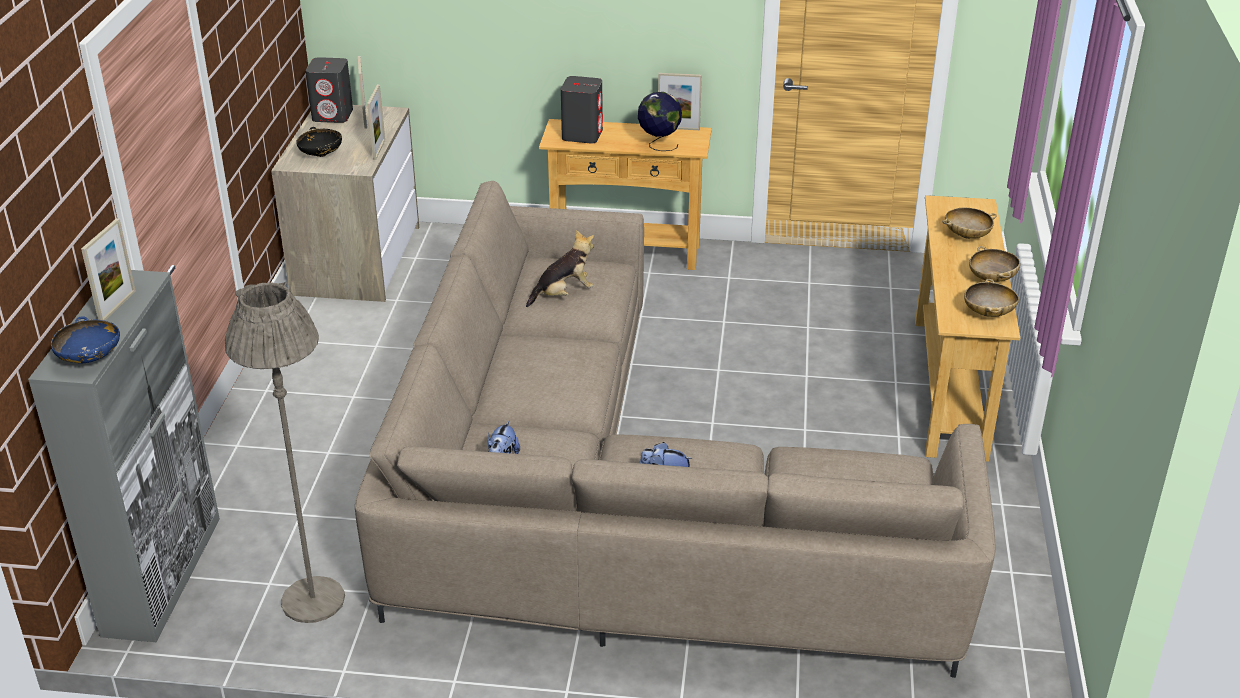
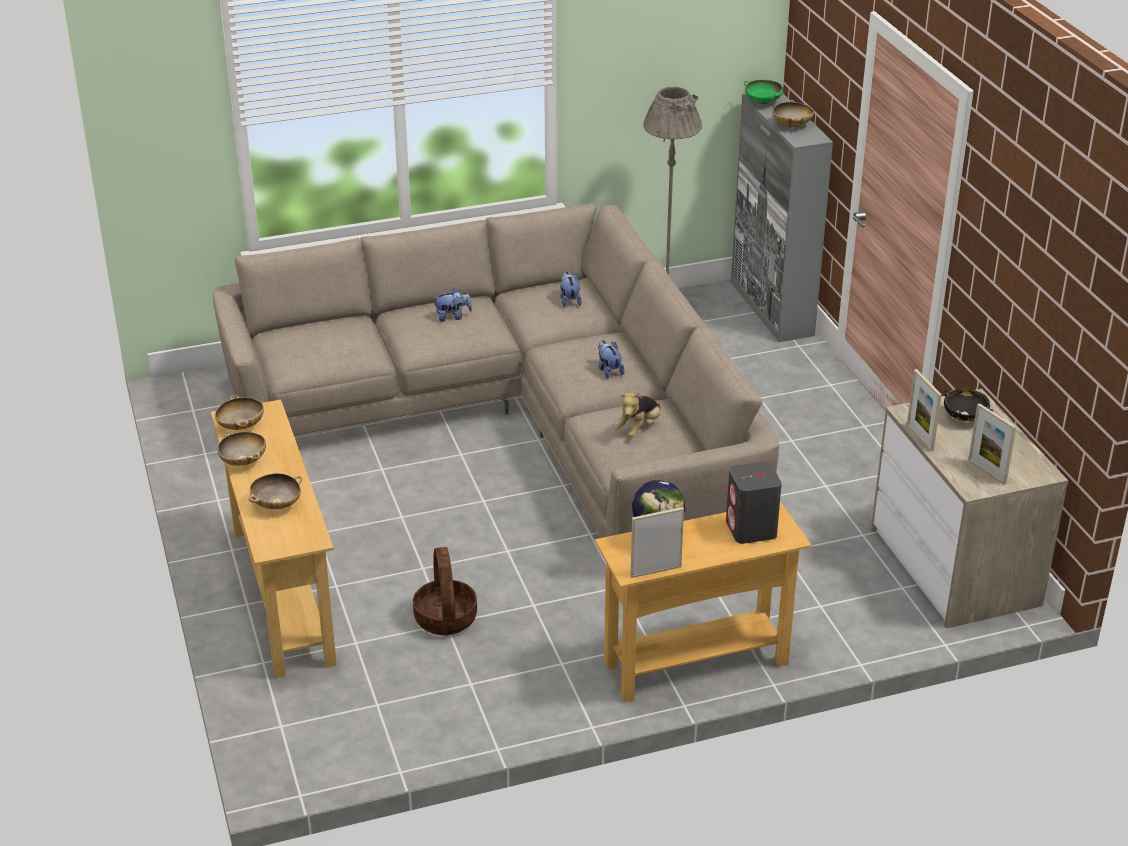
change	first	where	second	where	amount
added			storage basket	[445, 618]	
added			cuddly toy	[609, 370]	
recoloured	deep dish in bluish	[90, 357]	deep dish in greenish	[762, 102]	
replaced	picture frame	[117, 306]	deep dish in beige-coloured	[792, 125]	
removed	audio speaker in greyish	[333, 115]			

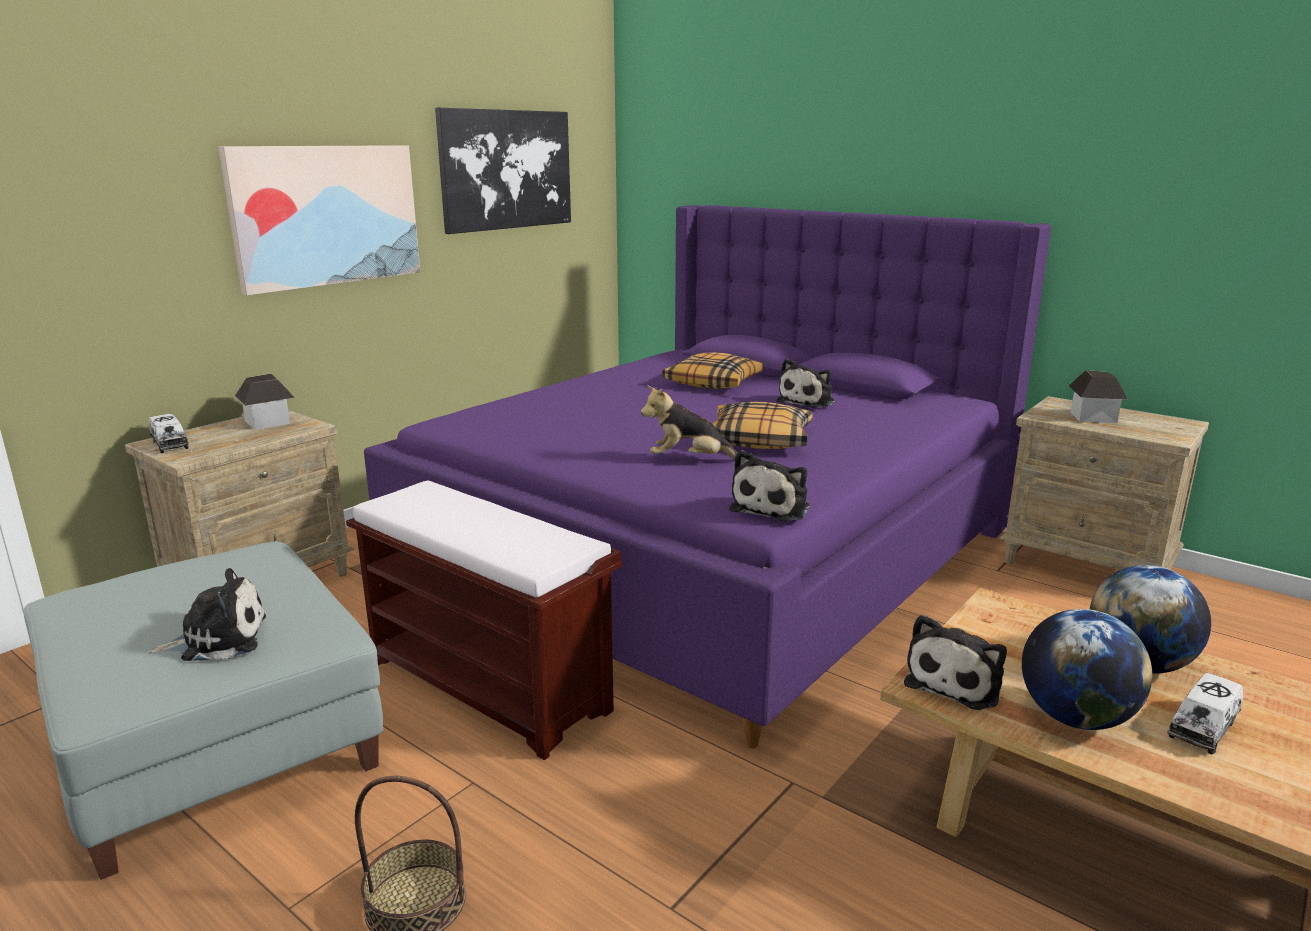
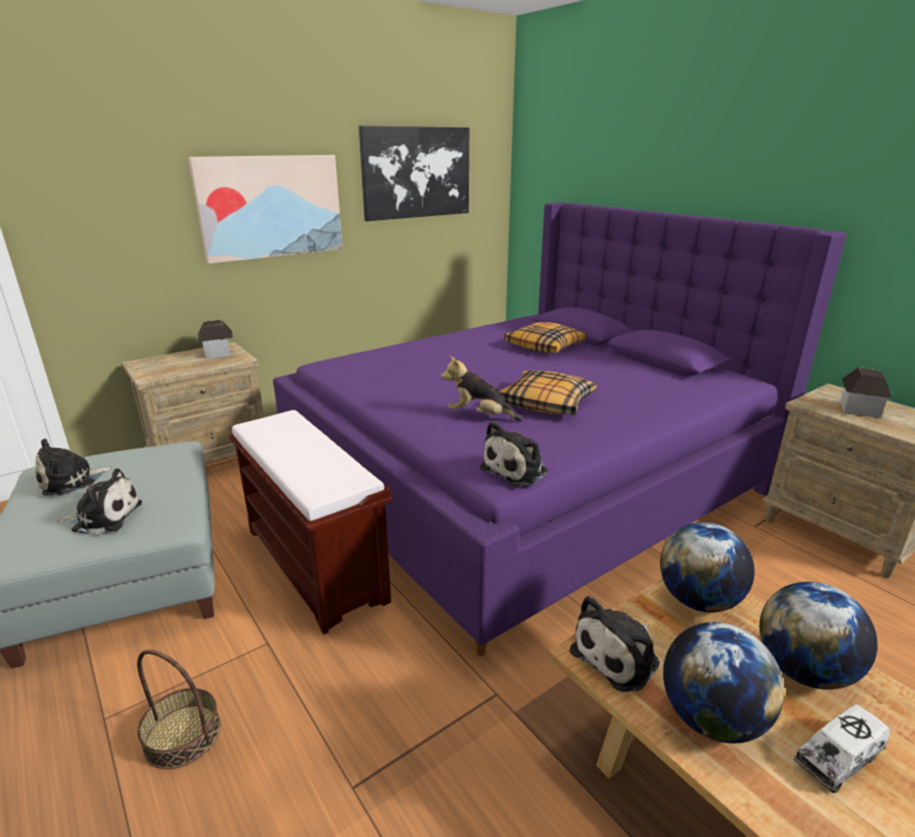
change	first	where	second	where	amount
moved	cuddly toy	[808, 401]		[71, 481]	
added			globe	[698, 600]	
removed	toy truck	[170, 444]			

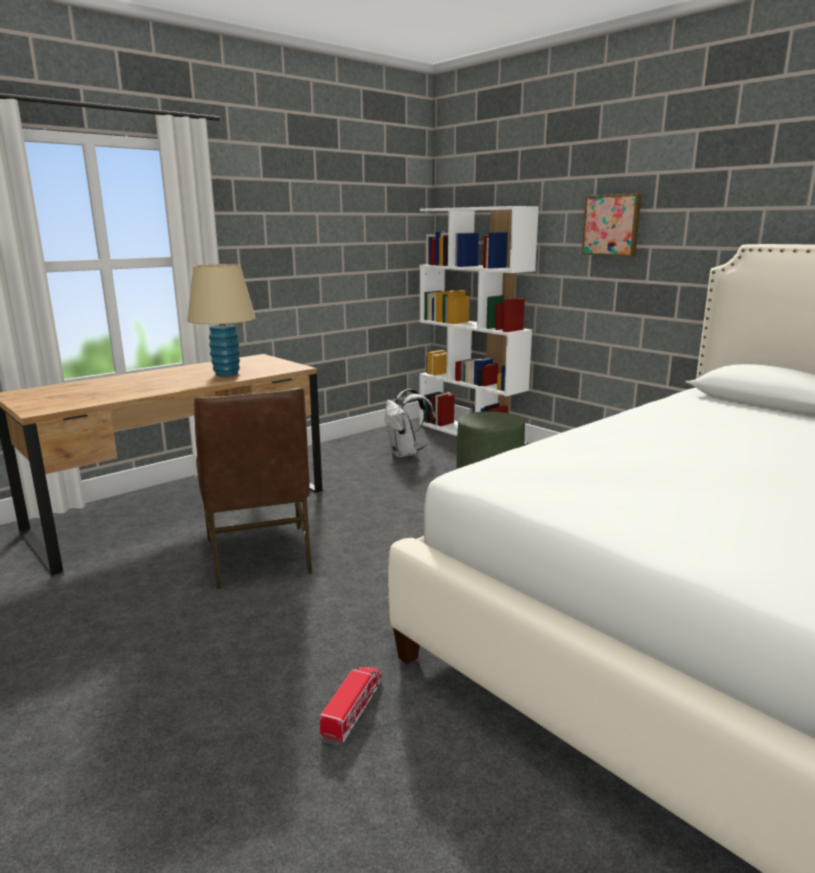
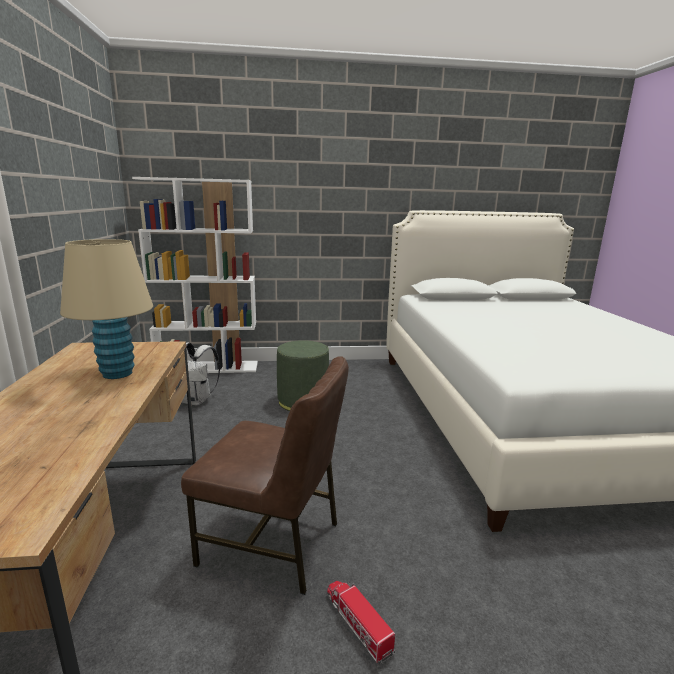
change	first	where	second	where	amount
moved	toy truck	[353, 709]		[357, 623]	
removed	picture	[612, 225]			

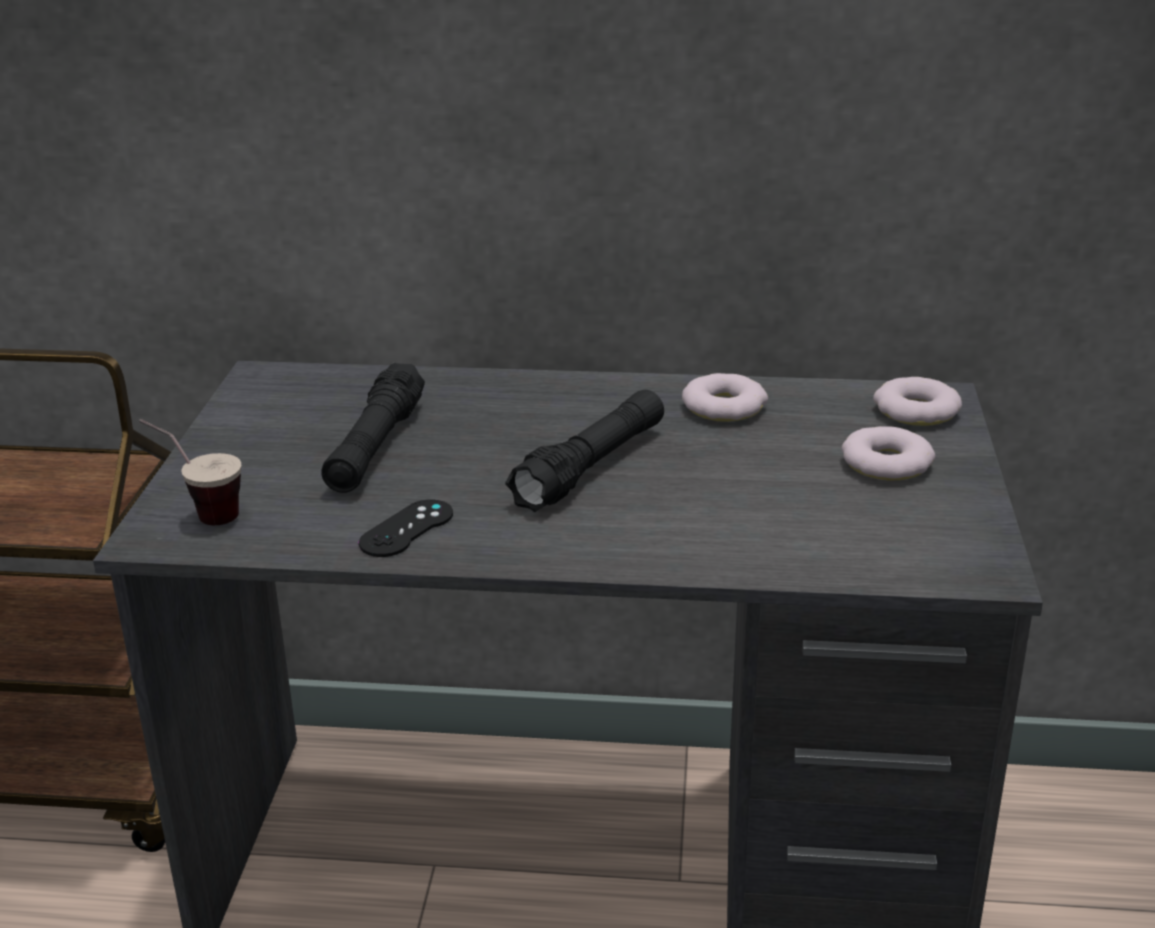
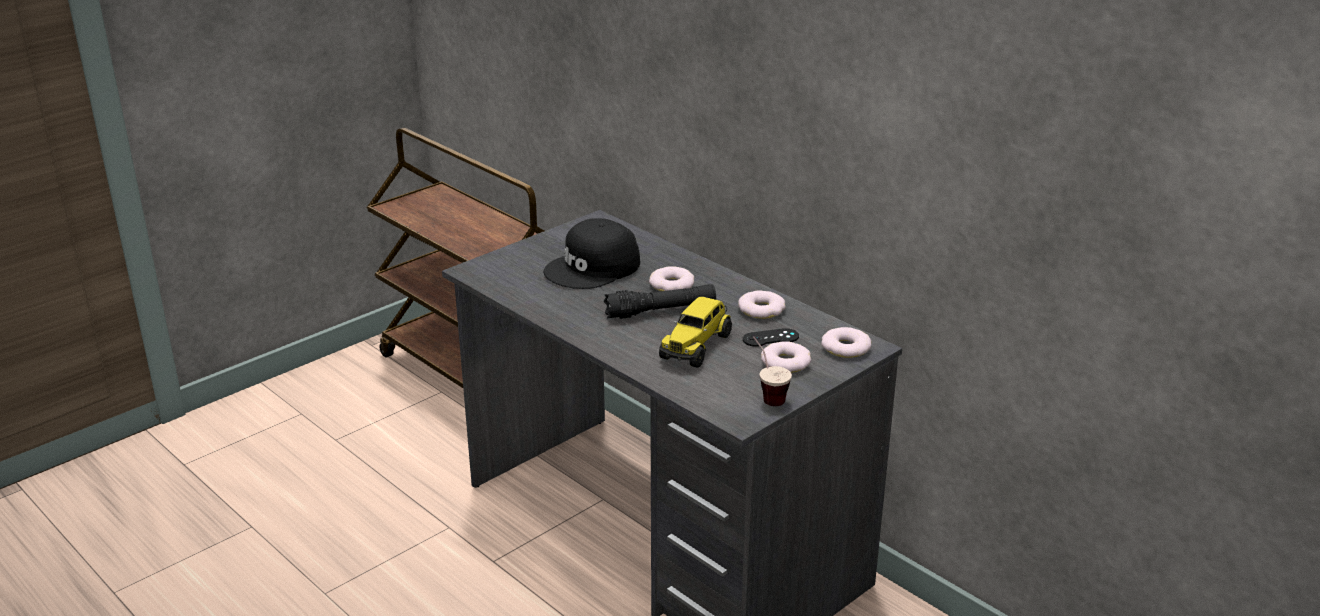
change	first	where	second	where	amount
replaced	hand torch in black-coloured	[375, 447]	baseball cap in black-coloured	[593, 268]	
added			doughnut	[672, 285]	
added			toy truck	[696, 346]	
moved	joypad in black-coloured	[407, 529]		[770, 338]	
moved	cup	[198, 512]		[767, 395]	

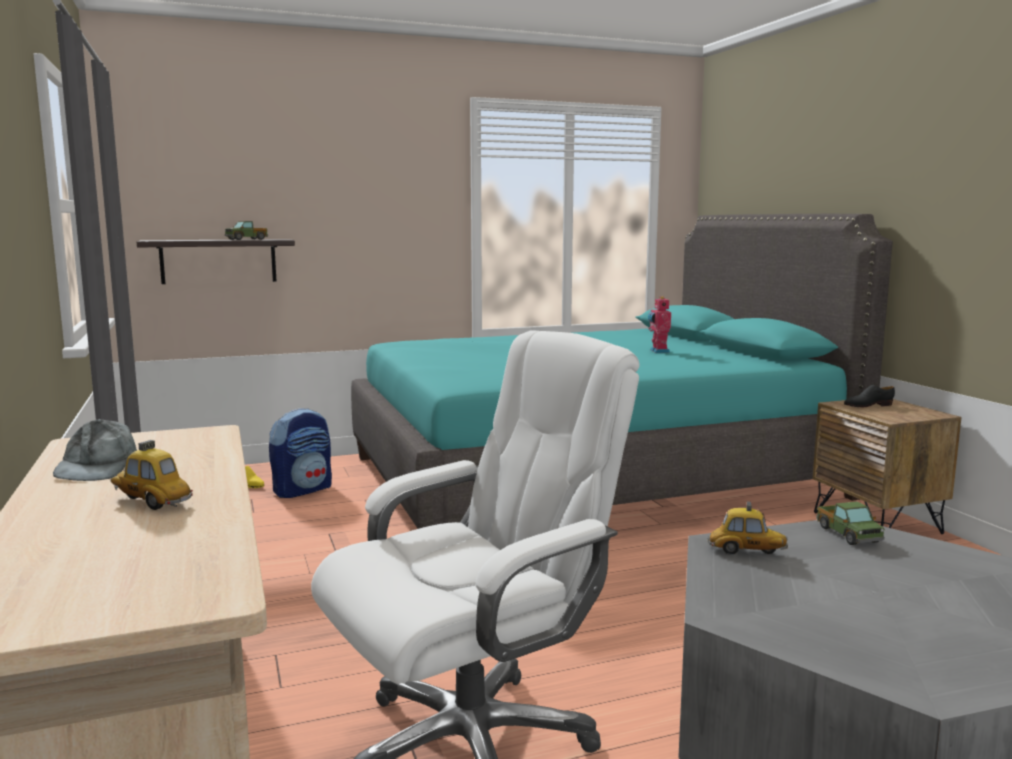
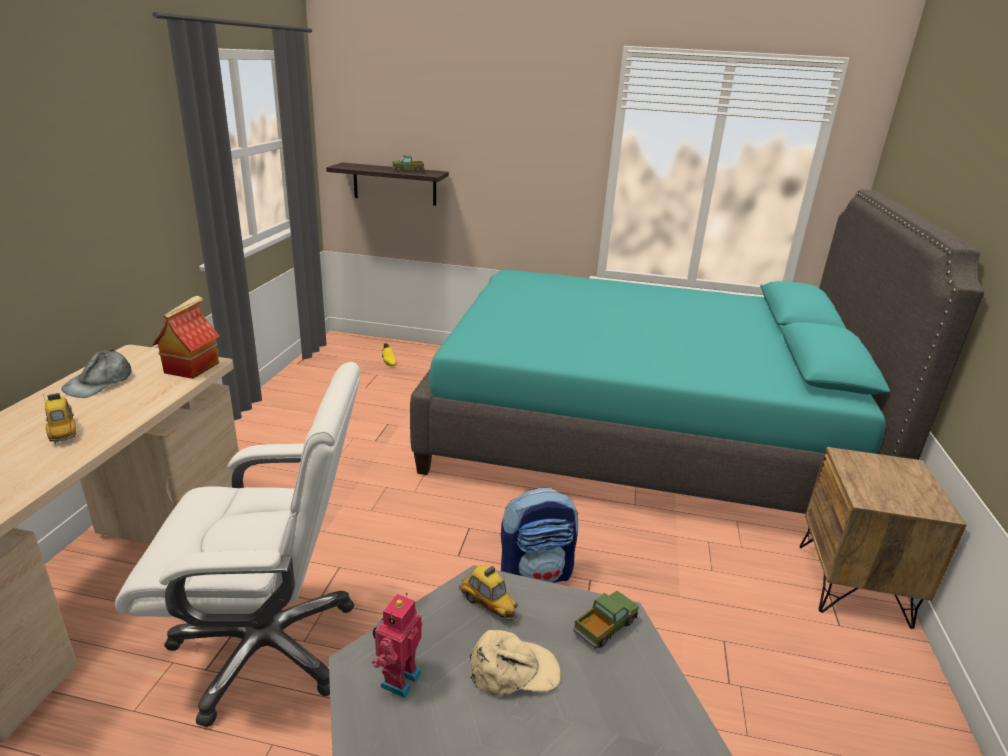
change	first	where	second	where	amount
added			miniature house	[191, 367]	
moved	robot figure	[658, 351]		[398, 678]	
added			baseball cap in beige-coloured	[514, 670]	
moved	backpack	[303, 490]		[536, 574]	
turned	toy truck	[848, 535]		[605, 627]	150 degrees counterclockwise
removed	shoe in black-coloured	[868, 405]			

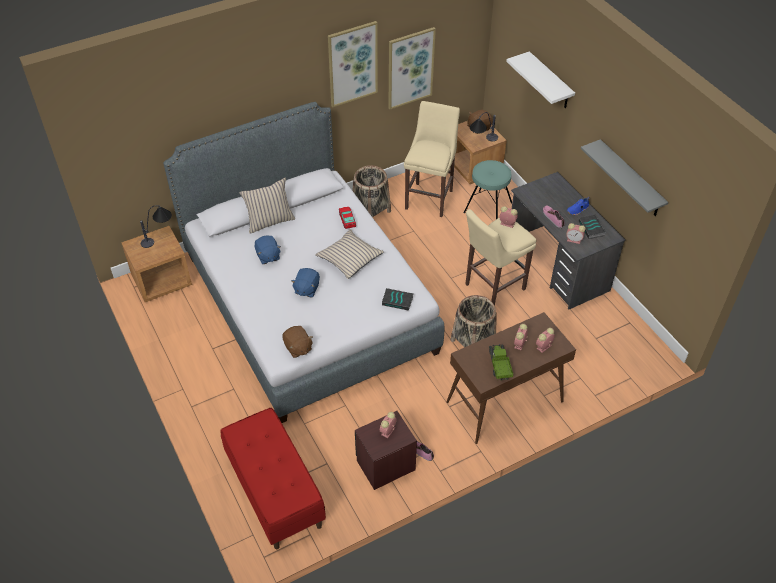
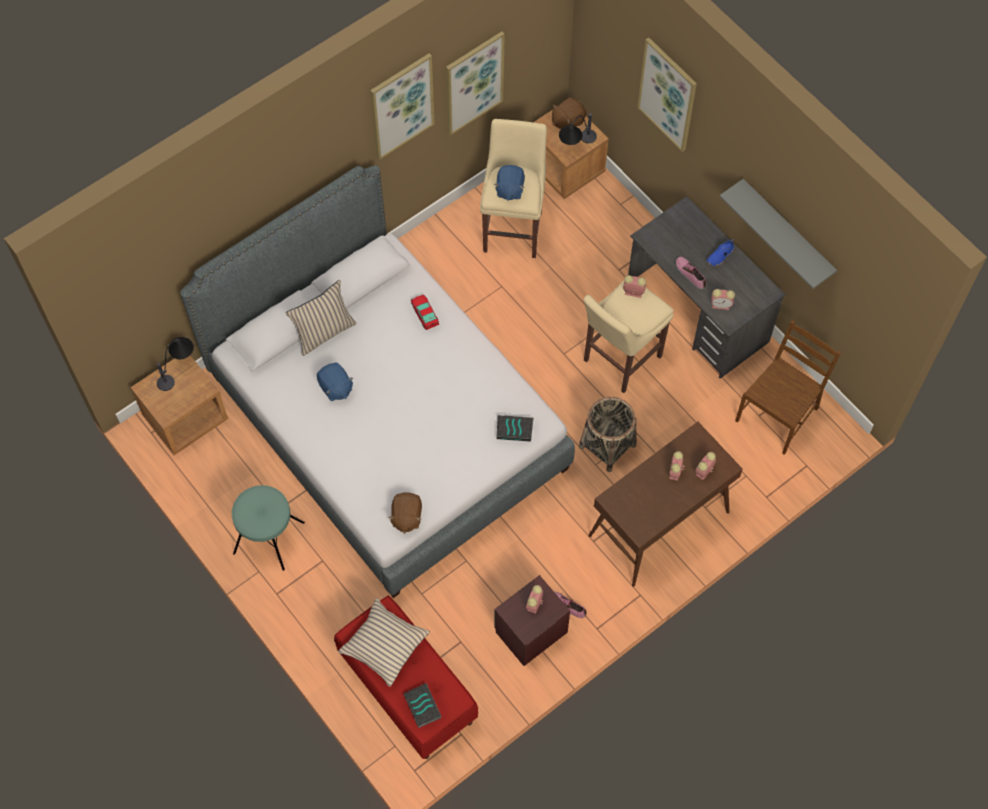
change	first	where	second	where	amount
moved	sitting stool in turquoise	[488, 207]		[269, 537]	
moved	pillow in beige-coloured	[349, 258]		[384, 645]	
turned	cuddly toy in brownish	[298, 348]		[406, 517]	45 degrees clockwise
moved	bound book	[592, 228]		[423, 706]	
moved	cuddly toy in bluish	[306, 289]		[509, 189]	
replaced	wall shelf in whitish	[550, 81]	picture	[668, 94]	
added			upright chair in brownish	[777, 414]	
removed	storage basket	[371, 210]			
removed	toy truck	[499, 366]			

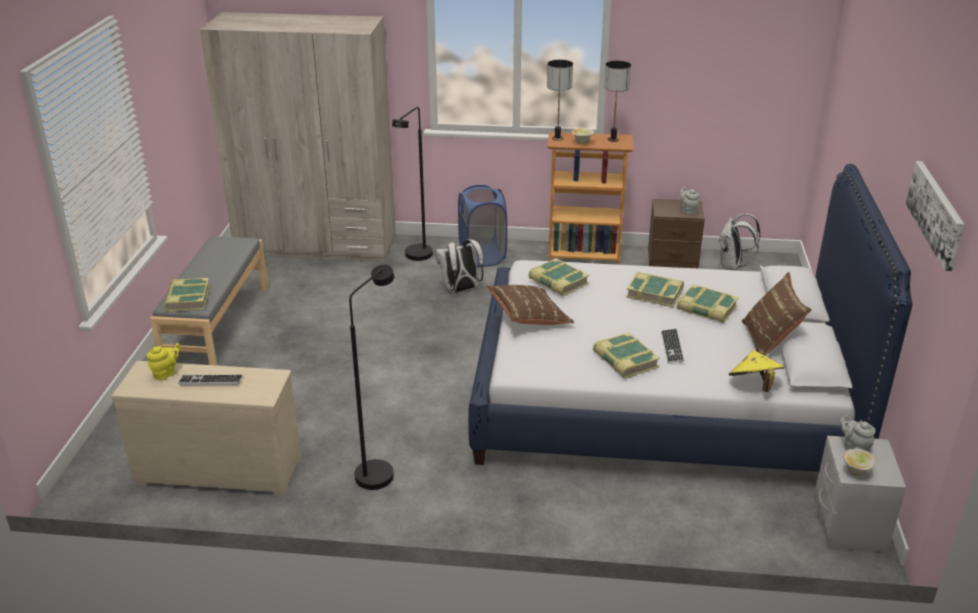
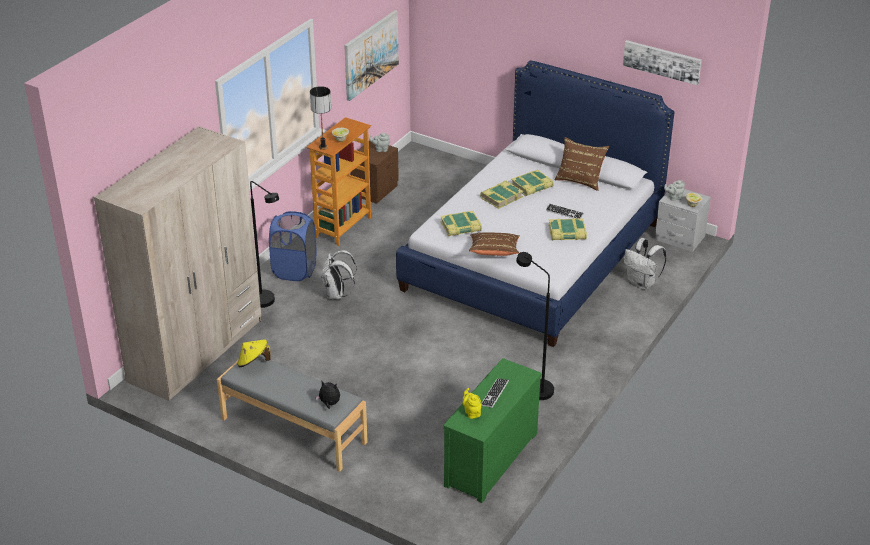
change	first	where	second	where	amount
moved	hat in yellow-coloured	[754, 385]		[253, 362]	
replaced	bound book	[187, 299]	cuddly toy	[329, 404]	
added			picture	[370, 54]	
recoloured	chest of drawers in beige-coloured	[220, 468]	chest of drawers in greenish	[488, 458]	
moved	backpack in whitish	[732, 266]		[642, 283]	
removed	tabletop lamp	[613, 140]			

